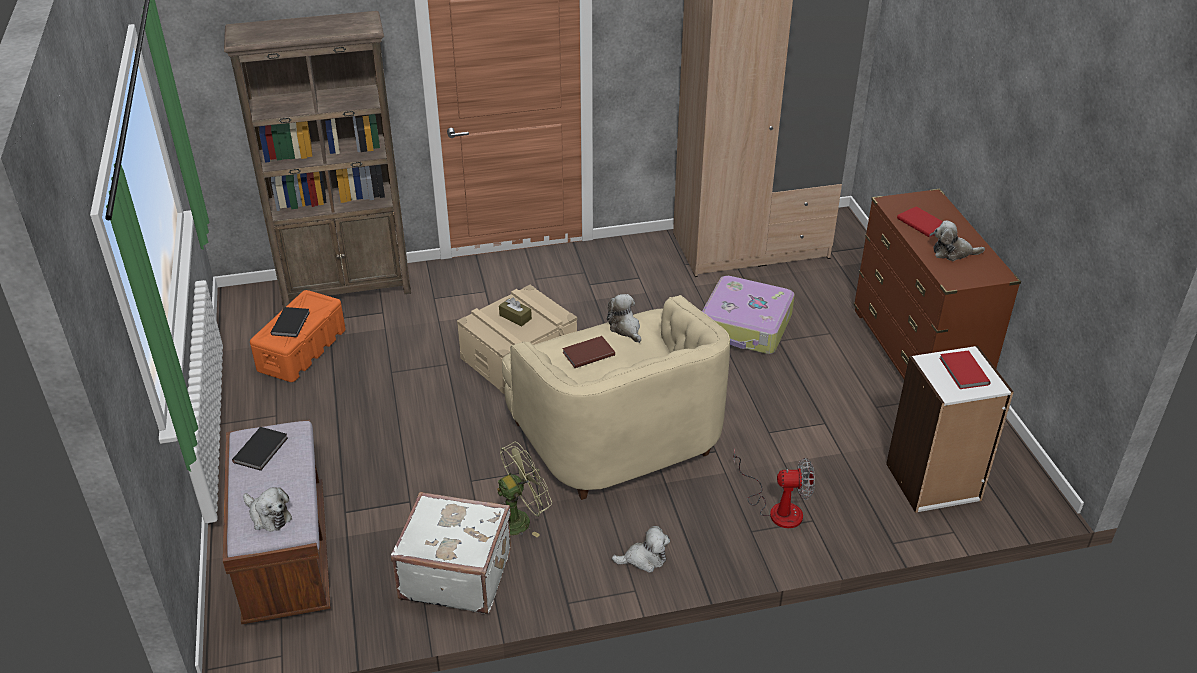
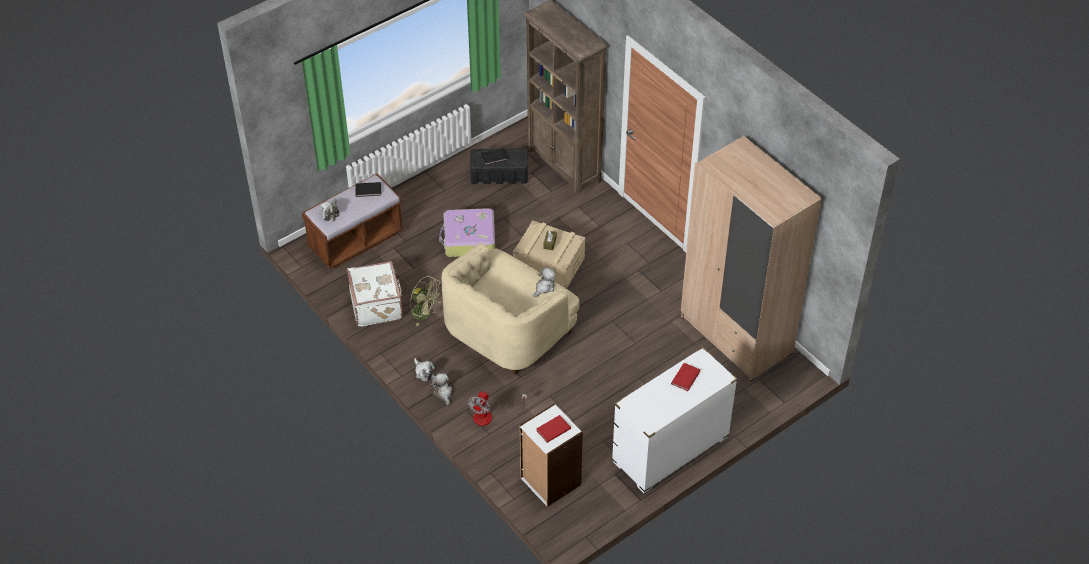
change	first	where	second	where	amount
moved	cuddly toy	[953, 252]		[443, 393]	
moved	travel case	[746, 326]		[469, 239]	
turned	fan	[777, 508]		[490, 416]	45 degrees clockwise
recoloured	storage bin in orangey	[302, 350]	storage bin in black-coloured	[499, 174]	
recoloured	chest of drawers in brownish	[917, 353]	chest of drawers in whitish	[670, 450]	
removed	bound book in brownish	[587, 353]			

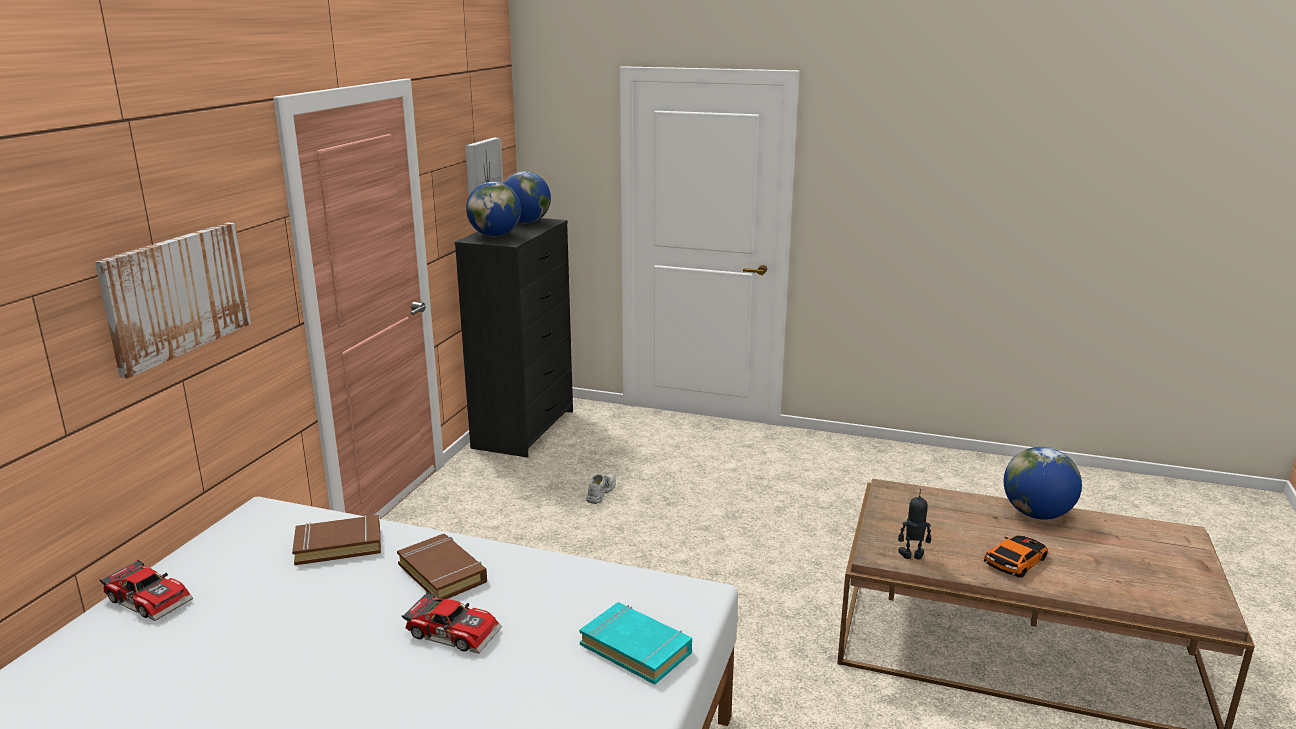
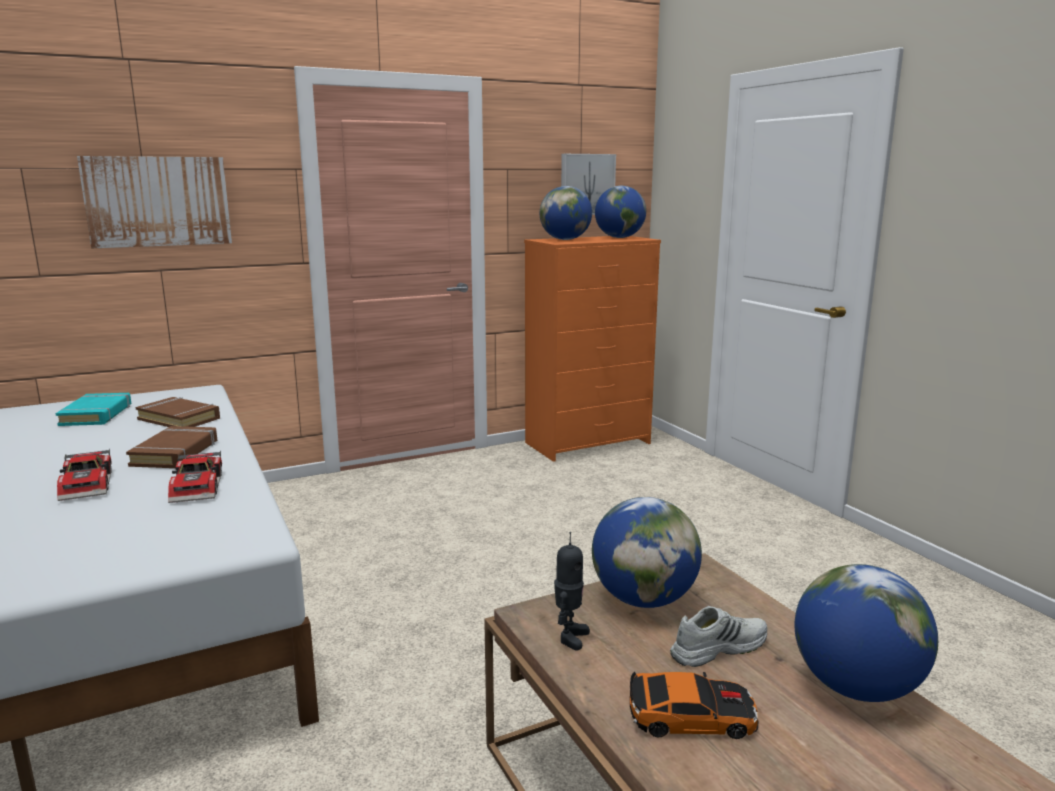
change	first	where	second	where	amount
moved	bound book in turquoise	[636, 648]		[97, 415]	
moved	model car	[151, 598]		[200, 487]	
recoloured	chest of drawers in black-coloured	[524, 428]	chest of drawers in orangey	[589, 443]	
turned	robot figure	[912, 556]		[570, 637]	60 degrees clockwise
added			globe	[643, 599]	
moved	shoe in whitish	[600, 492]		[718, 647]	

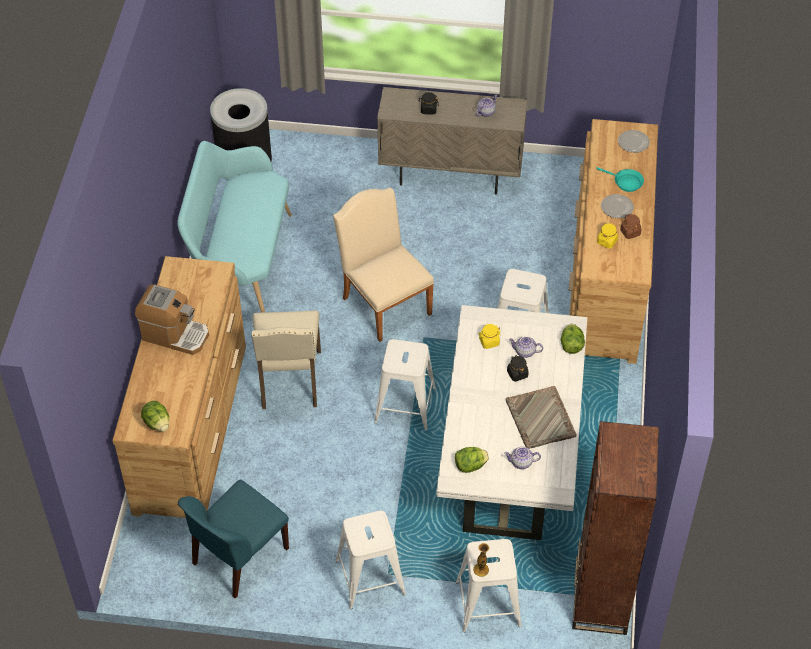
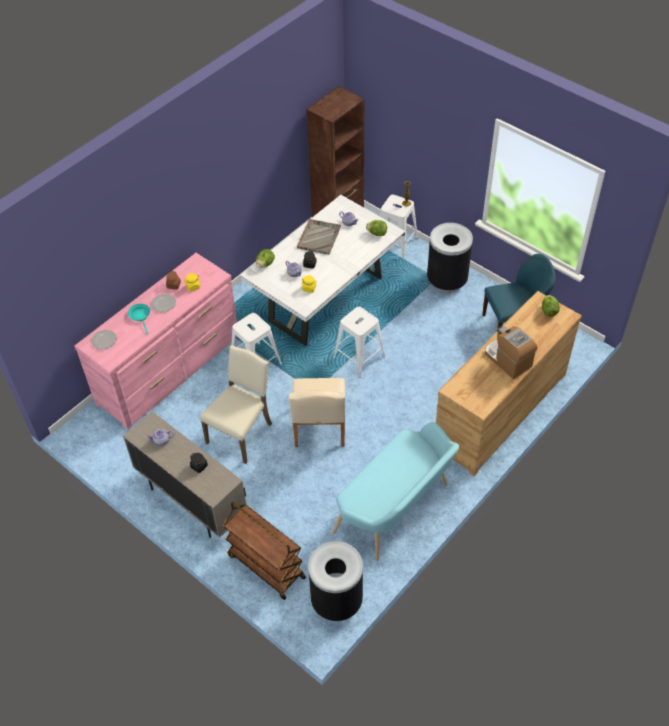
change	first	where	second	where	amount
recoloured	chest of drawers in brownish	[606, 280]	chest of drawers in pinkish	[170, 369]	
moved	upright chair in beige-coloured	[289, 381]		[241, 433]	
added			cart in brownish	[265, 566]	
replaced	sitting stool in whitish	[370, 578]	trash can in black-coloured	[447, 281]	

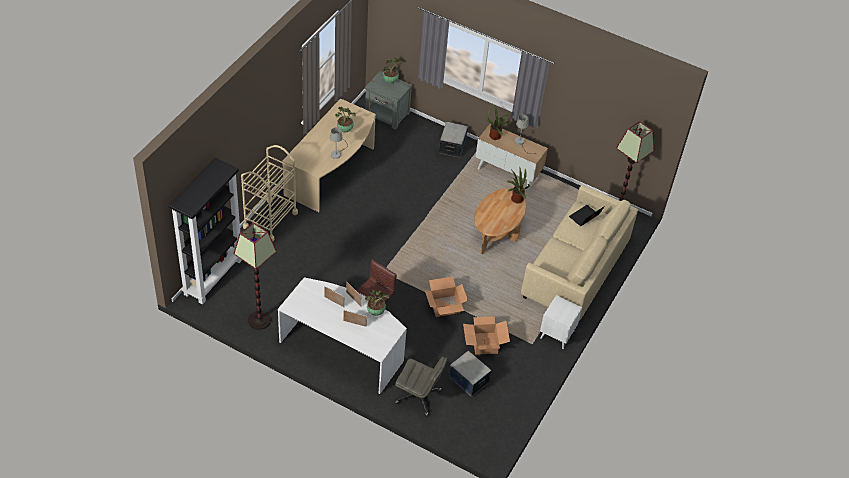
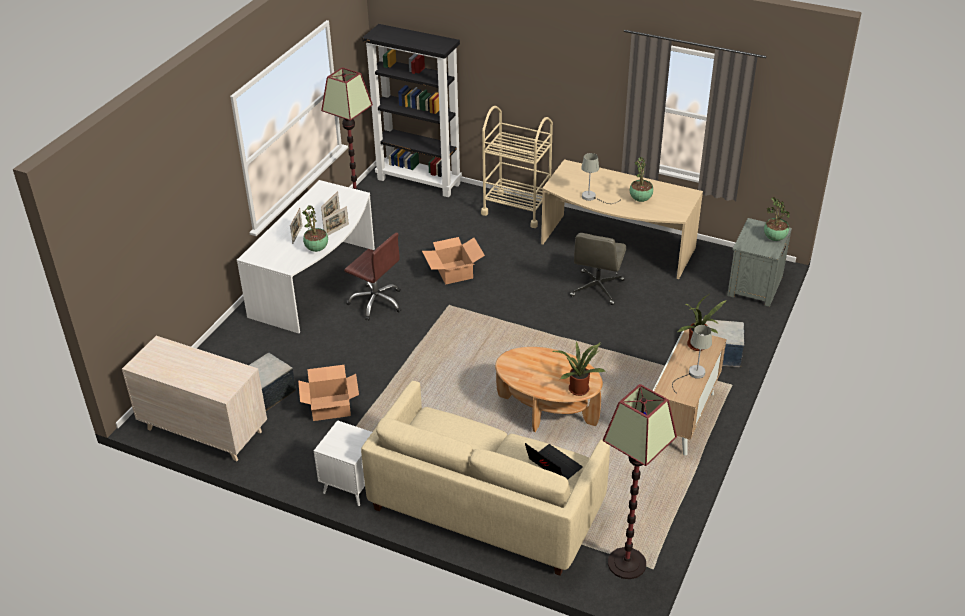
change	first	where	second	where	amount
added			chest of drawers in beige-coloured	[203, 430]	
moved	packing box	[445, 306]		[453, 272]	
moved	computer chair in greyish	[419, 397]		[597, 289]	

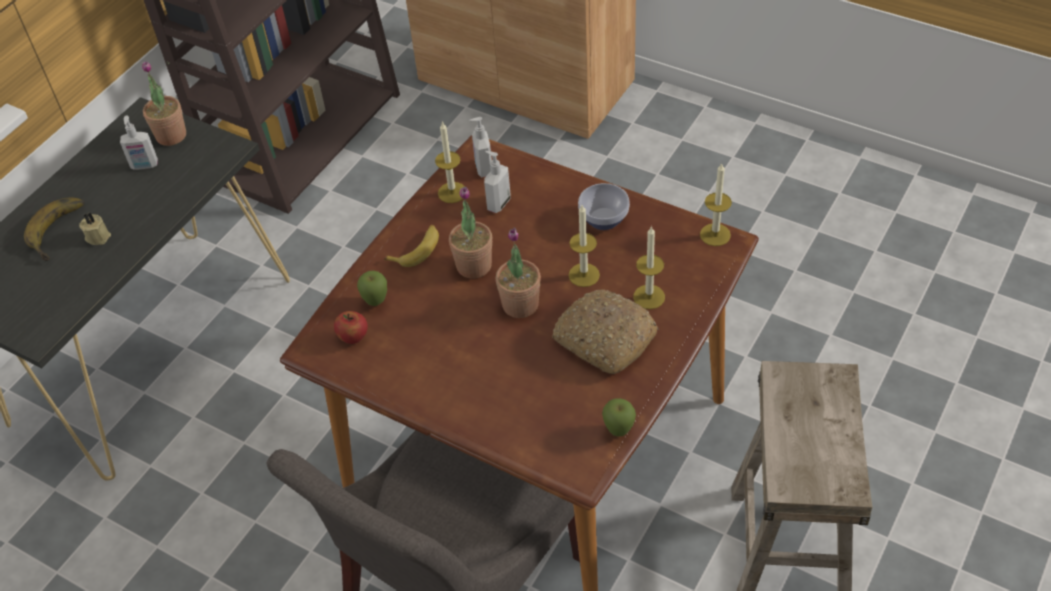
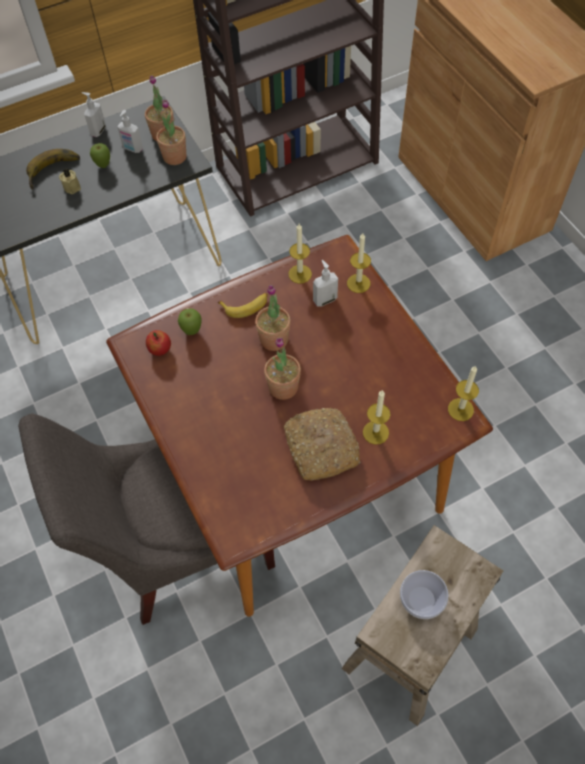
change	first	where	second	where	amount
moved	soap bottle	[483, 169]		[98, 131]	
moved	whole apple	[618, 431]		[103, 165]	
added			potted plant	[174, 157]	
moved	wax light	[584, 275]		[358, 283]	
moved	deep dish	[605, 220]		[421, 601]	

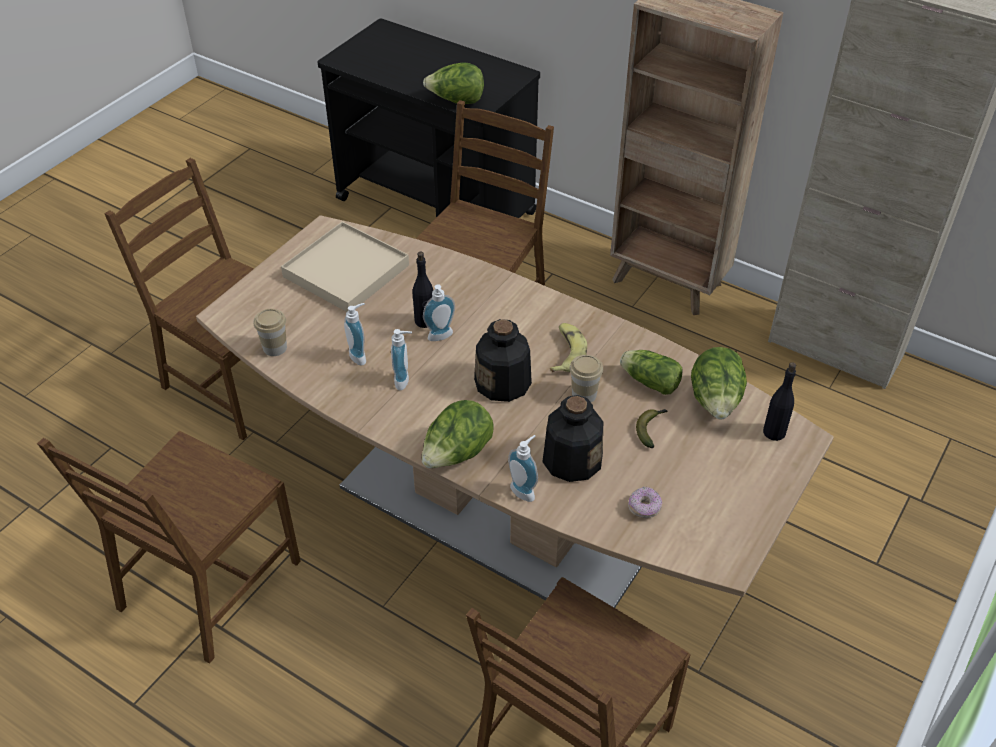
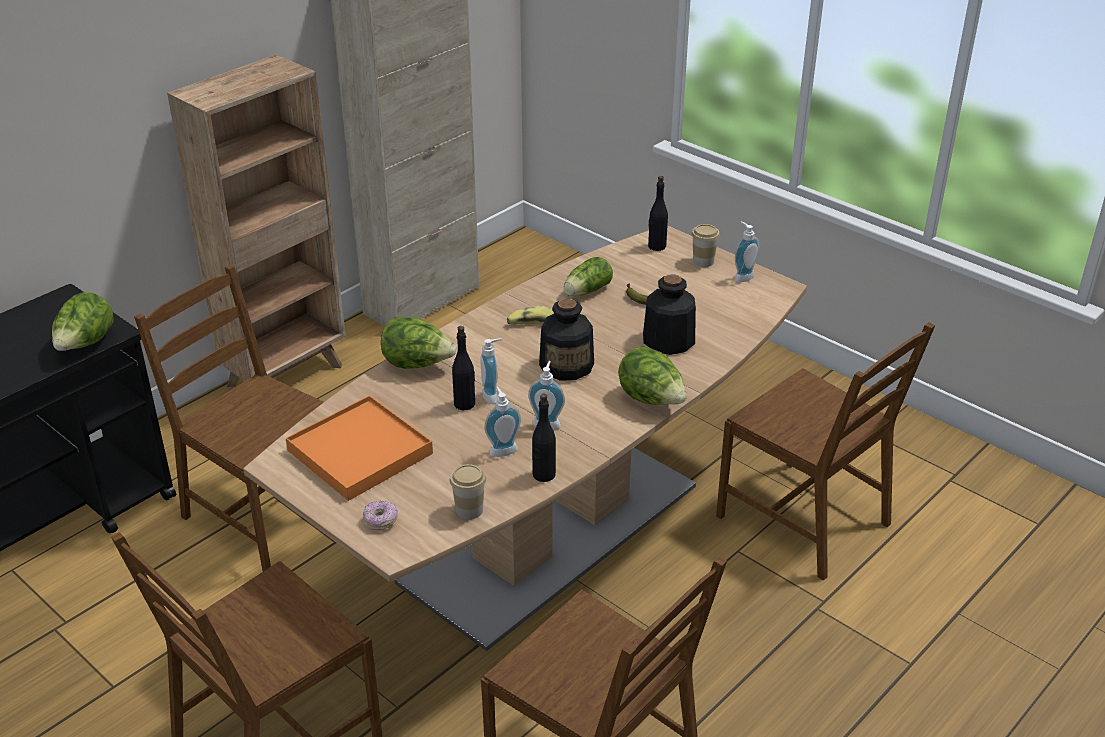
change	first	where	second	where	amount
recoloured	serving tray in beige-coloured	[346, 271]	serving tray in orangey	[359, 452]	
moved	doughnut	[644, 508]		[381, 521]	
moved	lettuce head	[715, 402]		[417, 364]	
added			drink bottle in black-coloured	[543, 475]	
moved	cup	[584, 394]		[703, 261]	
moved	soap bottle	[525, 490]		[742, 277]	

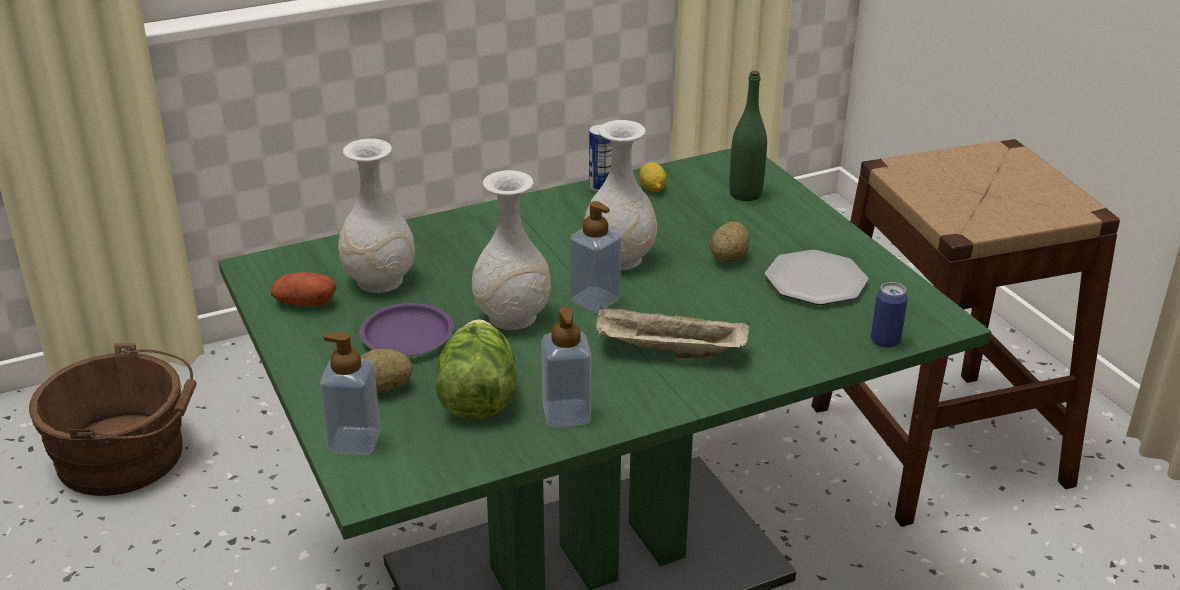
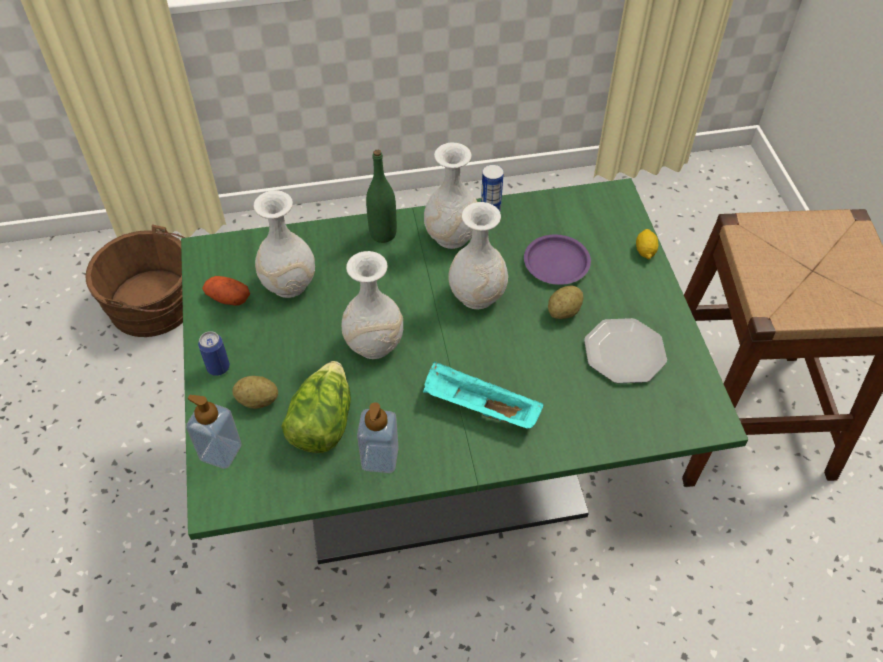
change	first	where	second	where	amount
moved	can	[885, 341]		[218, 367]	
moved	drink bottle in greenish	[745, 194]		[383, 234]	
recoloured	serving tray in beige-coloured	[668, 352]	serving tray in turquoise	[478, 408]	
added			vase in whitish	[452, 236]	
moved	flat dish in purple	[407, 335]		[556, 263]	
moved	lemon	[652, 188]		[645, 251]	
removed	soap bottle	[594, 300]			

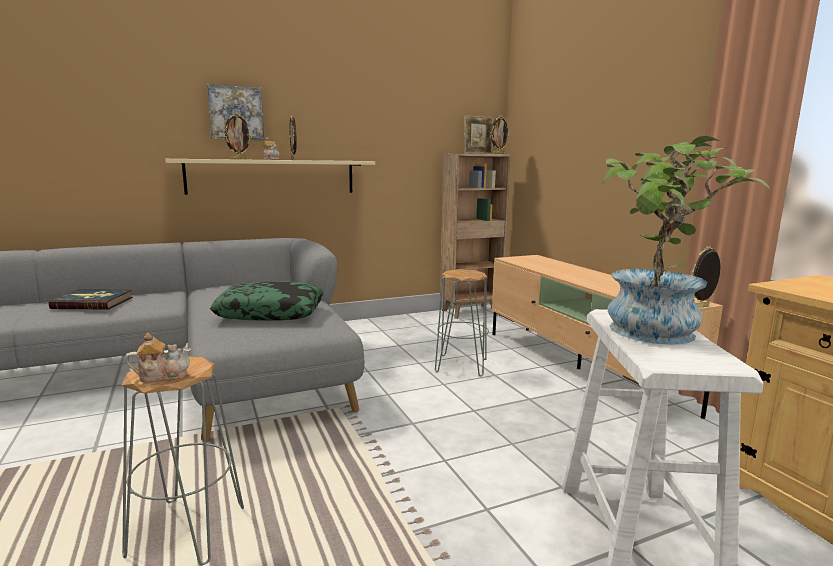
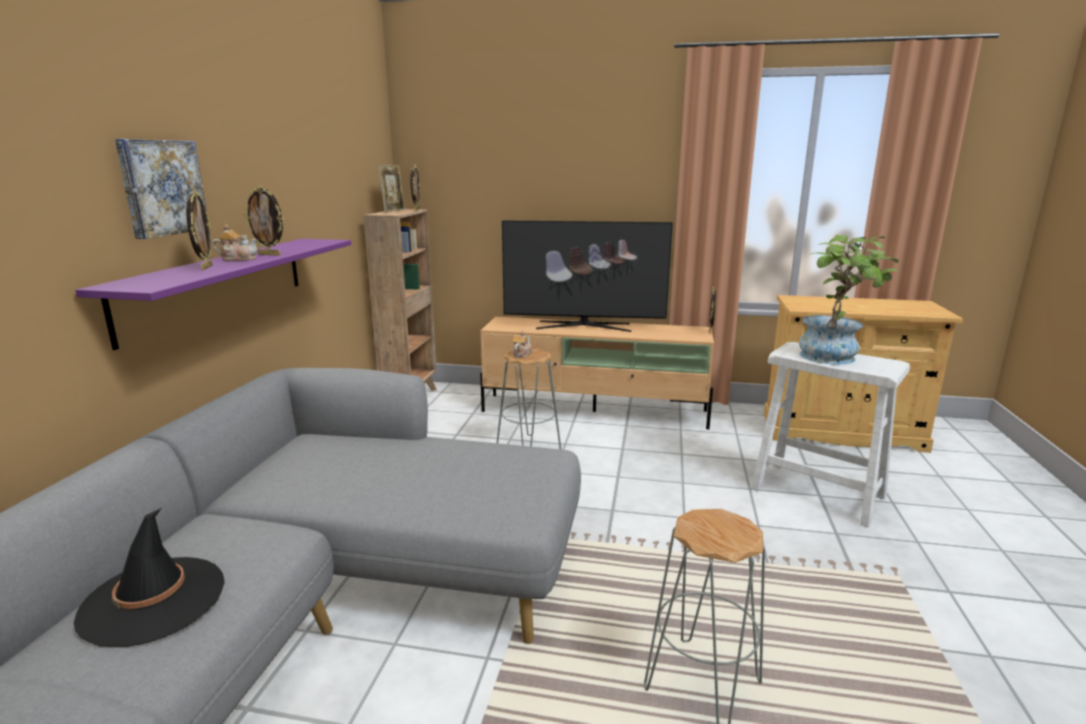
change	first	where	second	where	amount
replaced	bound book	[93, 303]	hat in black-coloured	[153, 600]	
recoloured	wall shelf in beige-coloured	[272, 176]	wall shelf in purple	[218, 285]	
added			TV set	[583, 326]	
moved	pot for tea	[162, 376]		[521, 354]	
removed	pillow	[271, 312]			

